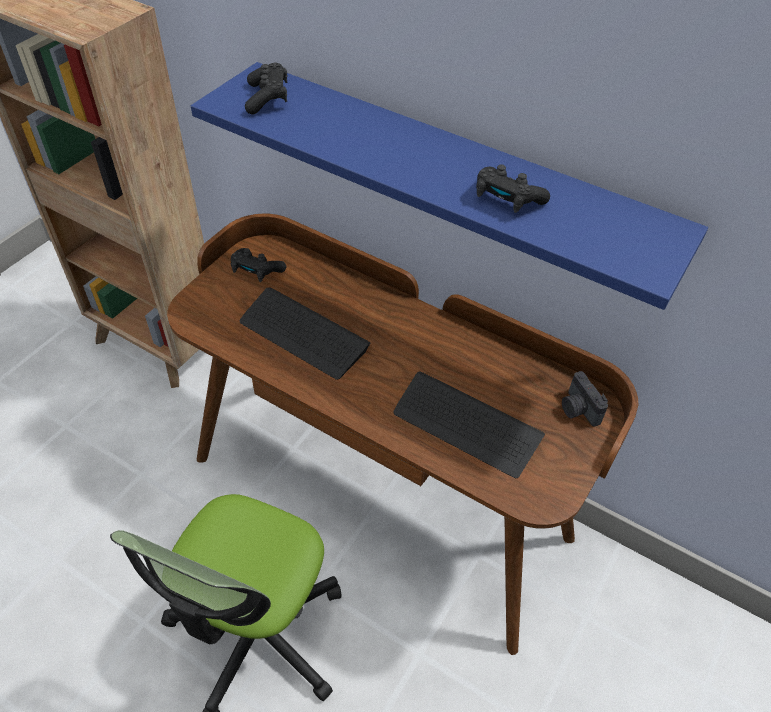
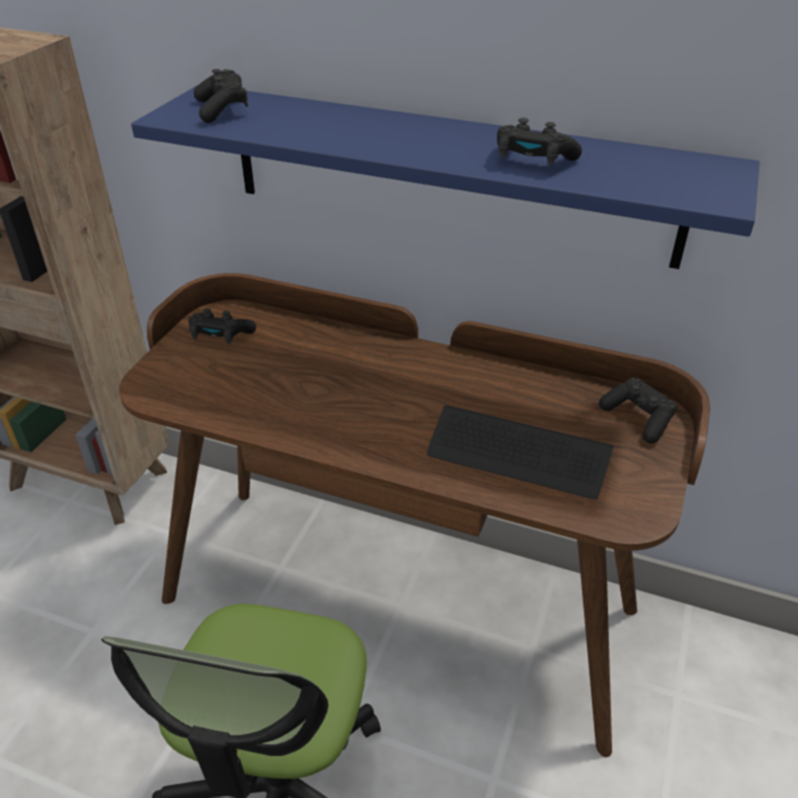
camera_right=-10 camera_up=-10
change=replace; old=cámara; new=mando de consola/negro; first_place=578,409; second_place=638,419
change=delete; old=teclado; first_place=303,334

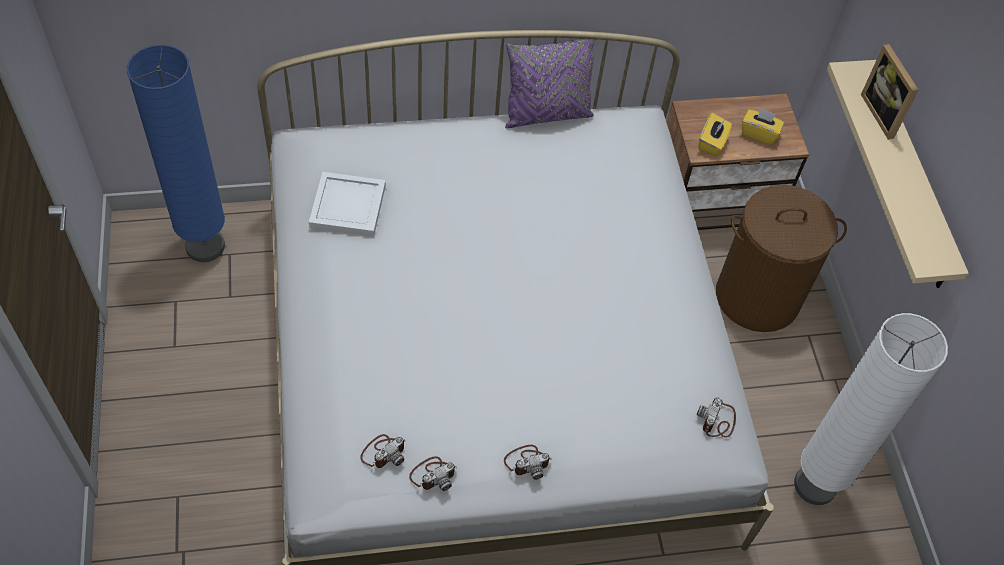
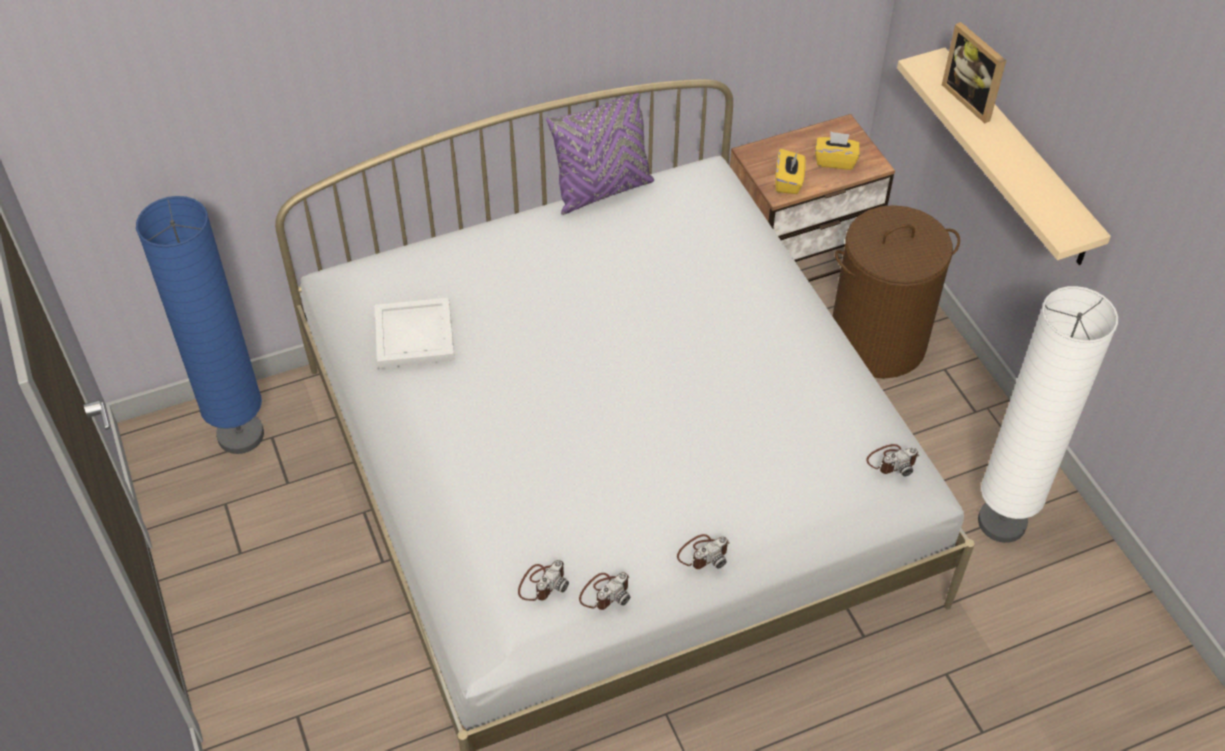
camera_right=-10 camera_up=-5
change=rotate; old=cámara; first_place=717,421; second_place=892,461; degrees=-120

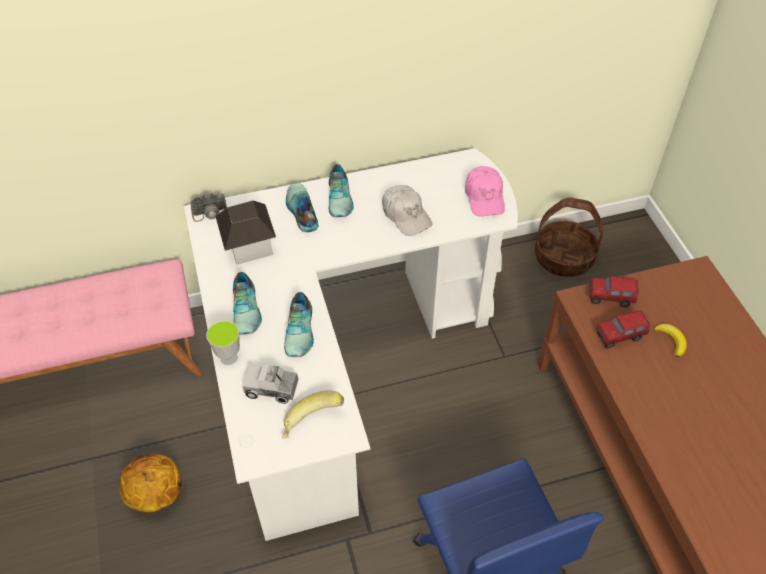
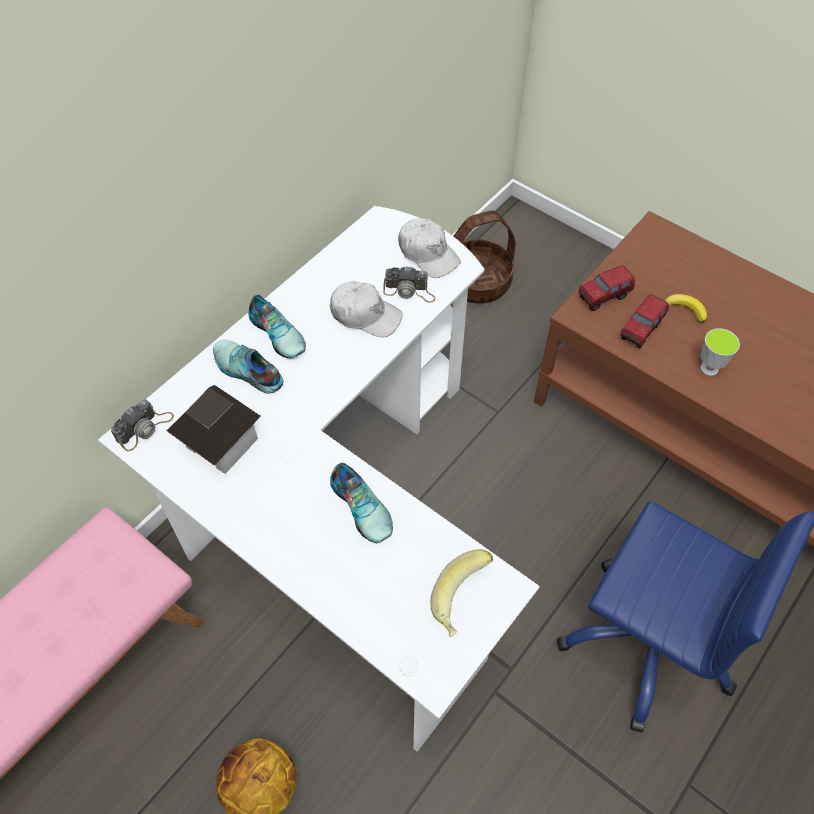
camera_right=-35 camera_up=5
change=insert; new=cámara; second_place=409,291
change=recolor; old=gorra/rosa; new=gorra/blanco; first_place=484,197; second_place=428,254
change=move; old=taza; first_place=229,357; second_place=709,368
change=delete; old=zapato; first_place=247,309
change=delete; old=camión de juguete; first_place=272,388

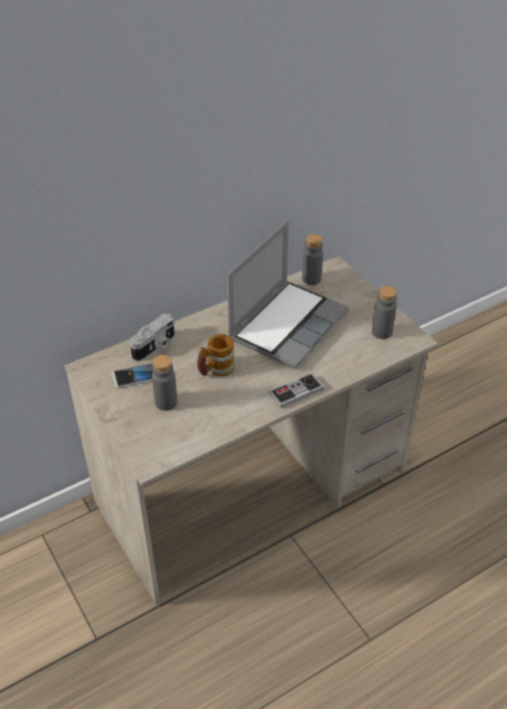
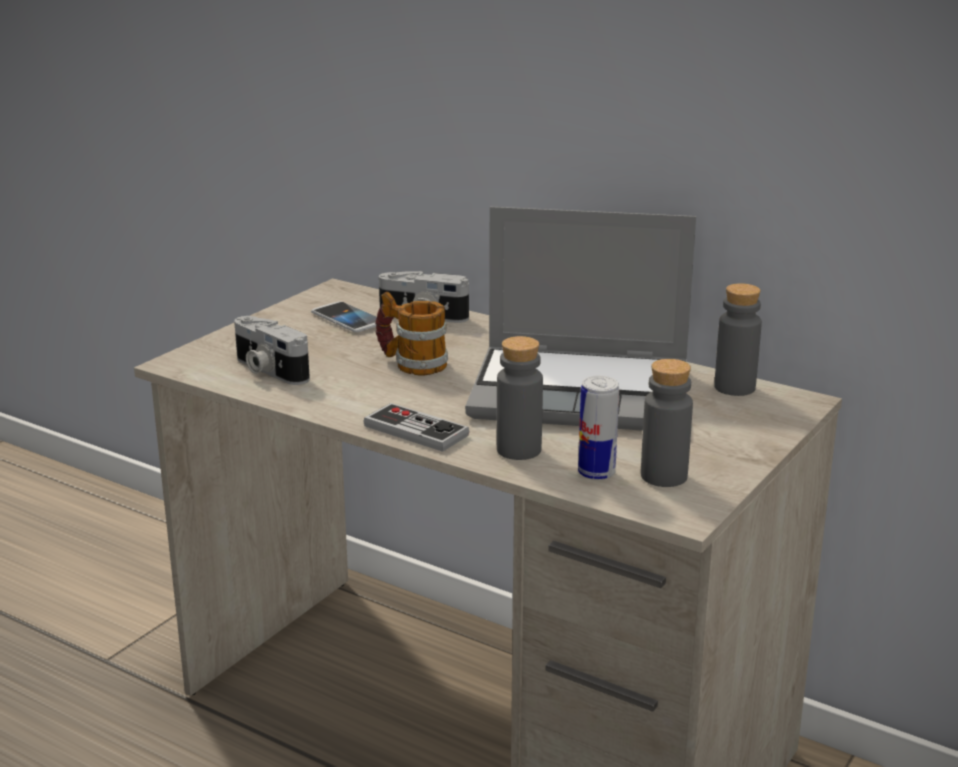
camera_right=65 camera_up=-20
change=insert; new=cámara; second_place=268,370
change=move; old=botella/gris; first_place=166,402; second_place=518,450
change=insert; new=lata; second_place=596,473

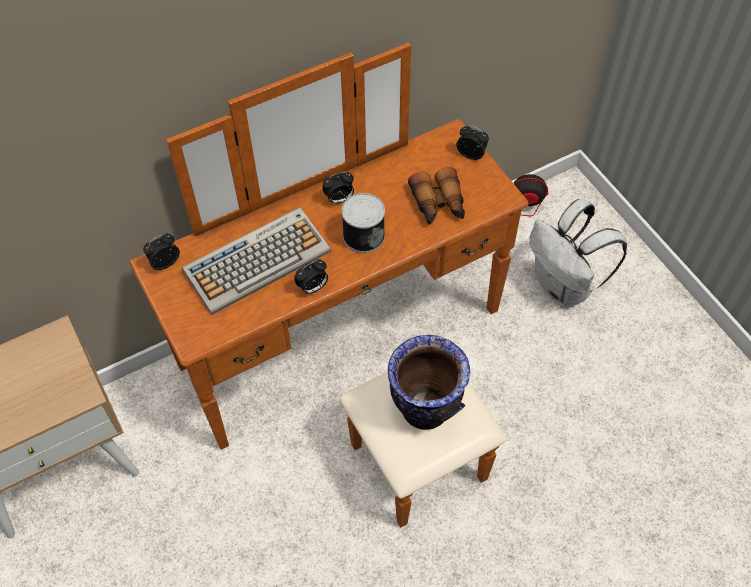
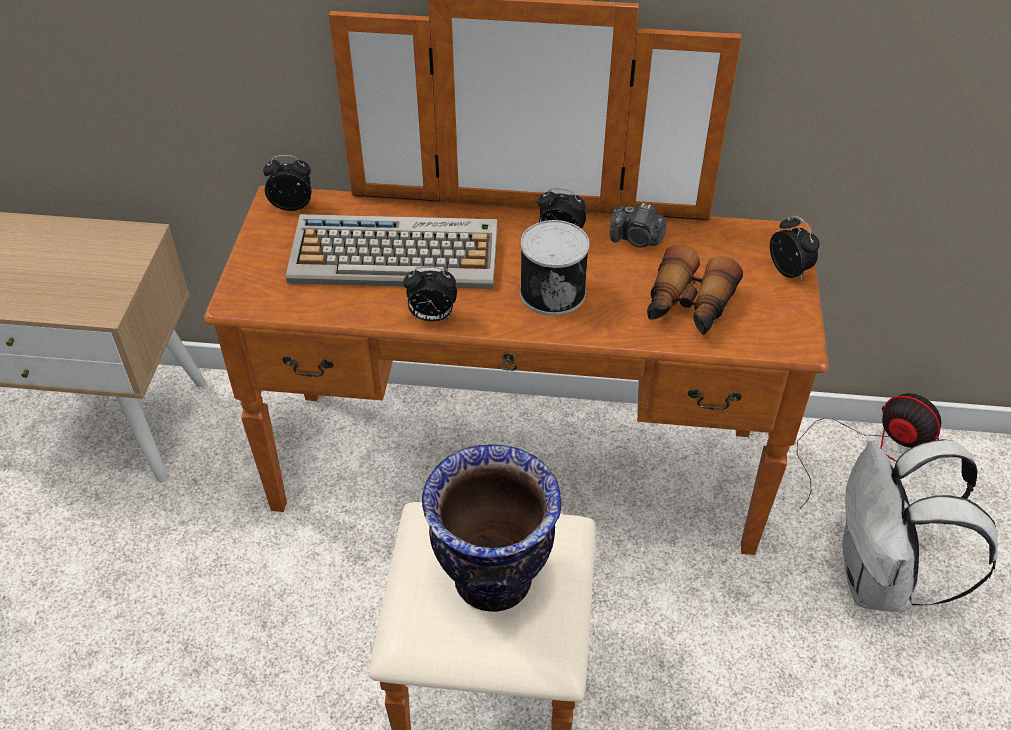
camera_right=35 camera_up=-10
change=insert; new=cámara; second_place=637,239

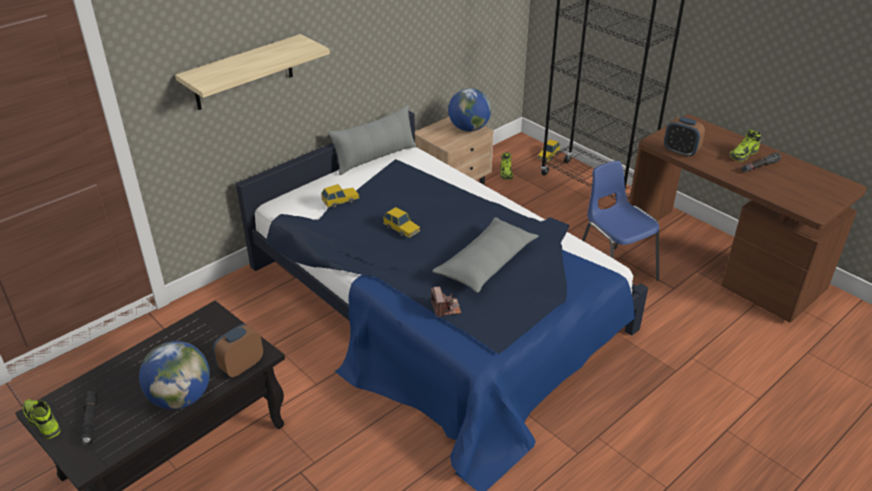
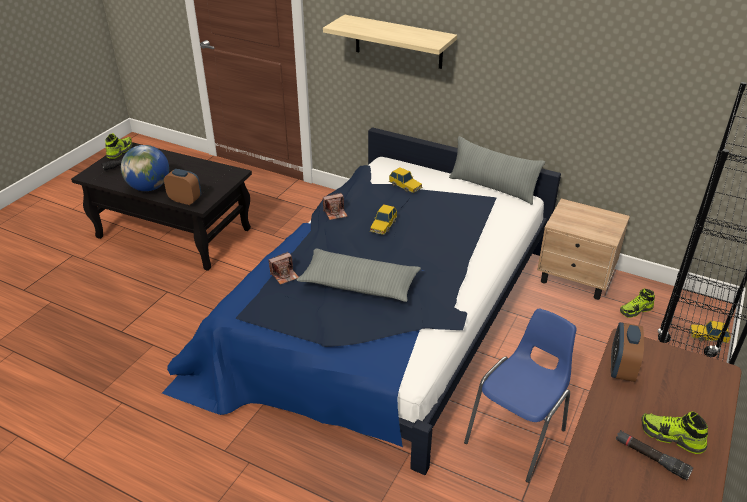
camera_right=70 camera_up=0
change=insert; new=cámara; second_place=335,213
change=delete; old=globo terráqueo; first_place=469,129

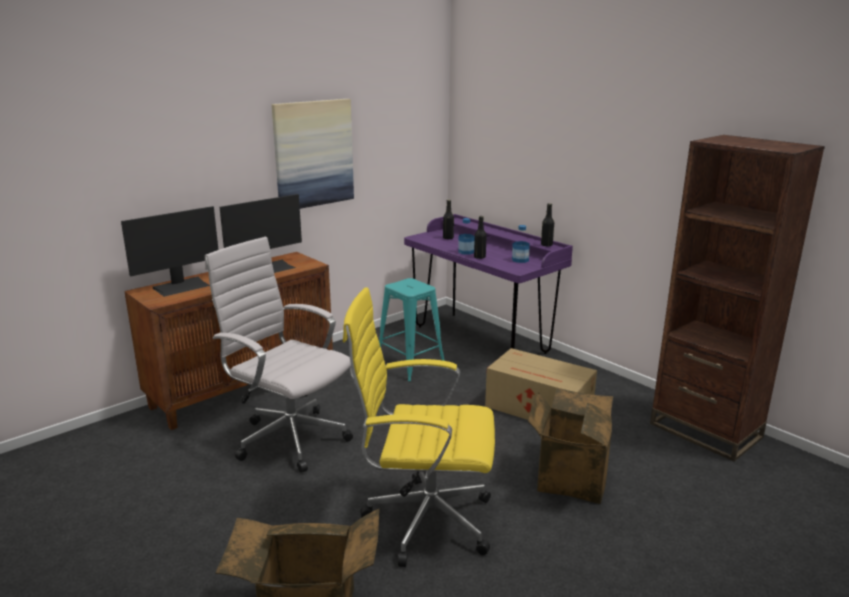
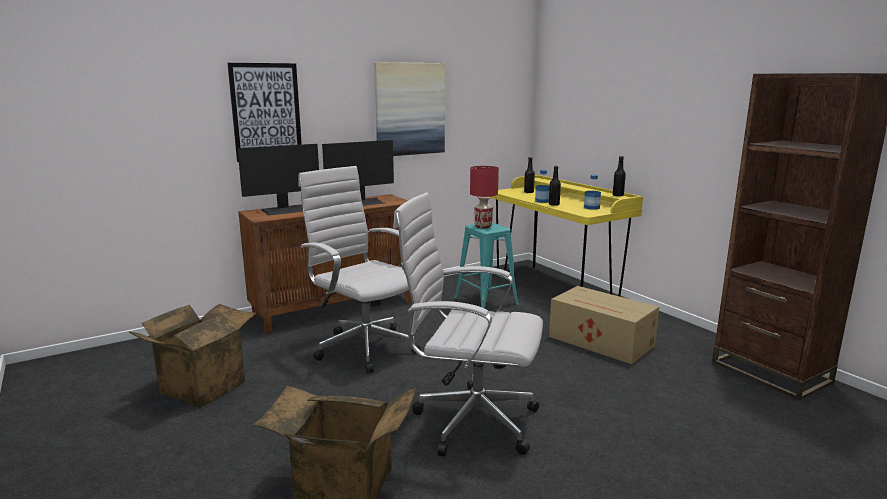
camera_right=10 camera_up=-5
change=move; old=caja de cartón; first_place=568,478; second_place=201,386
change=insert; new=cuadro; second_place=266,112
change=recolor; old=silla de oficina/amarillo; new=silla de oficina/blanco; first_place=422,521; second_place=469,421
change=insert; new=lámpara de mesa/rojo; second_place=483,226
change=recolor; old=escritorio/morado; new=escritorio/amarillo; first_place=480,339; second_place=555,286

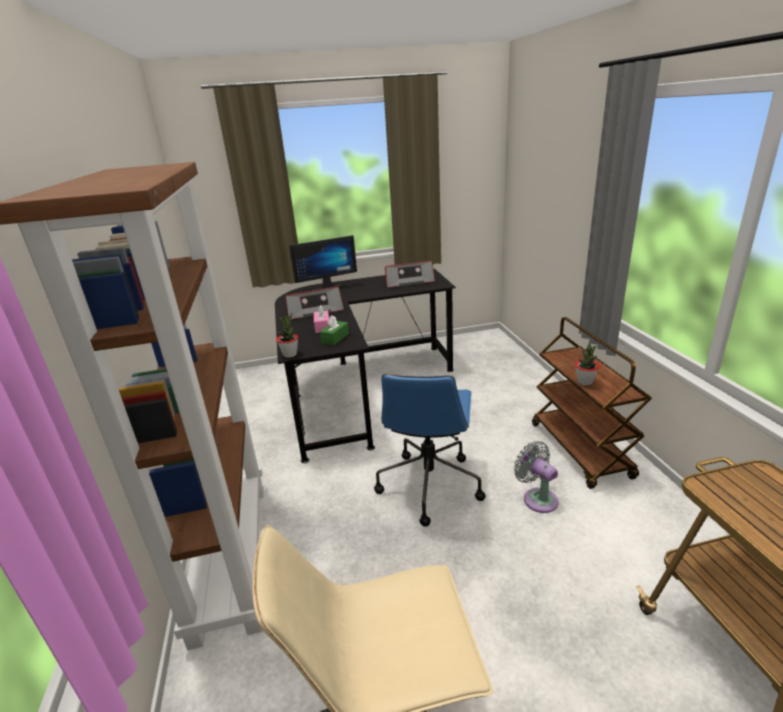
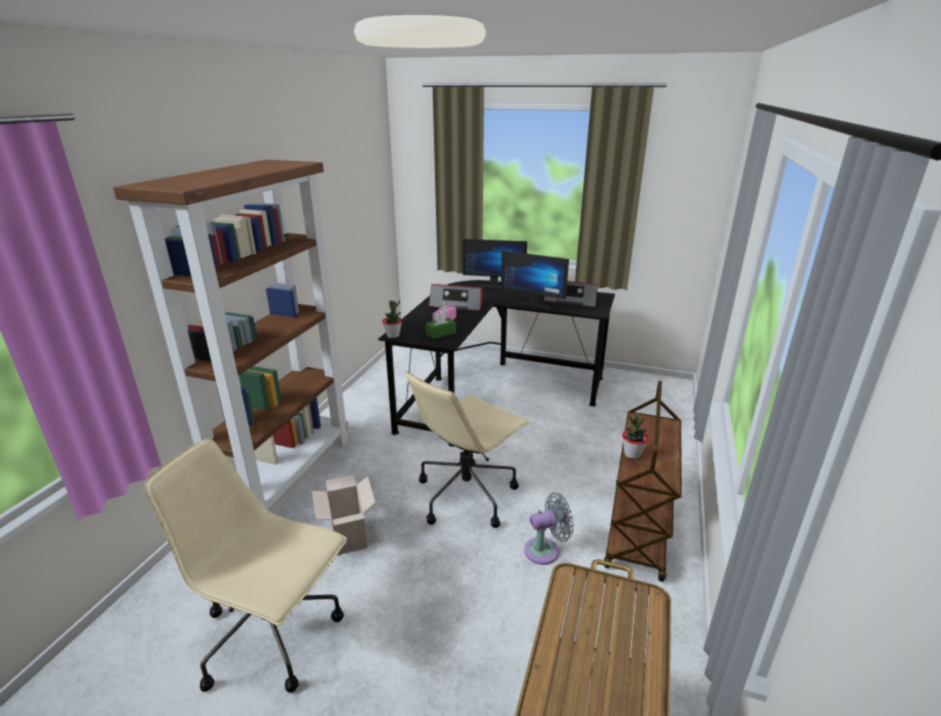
camera_right=30 camera_up=0
change=insert; new=caja de cartón; second_place=347,536
change=recolor; old=silla de oficina/azul; new=silla de oficina/beis; first_place=429,484; second_place=467,494
change=insert; new=monitor; second_place=534,304
change=rotate; old=ventilador/gris; first_place=537,498; second_place=545,550; degrees=75

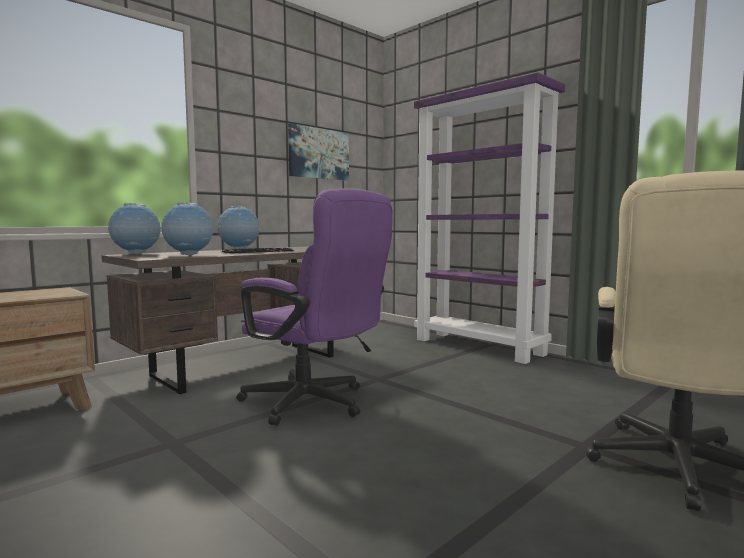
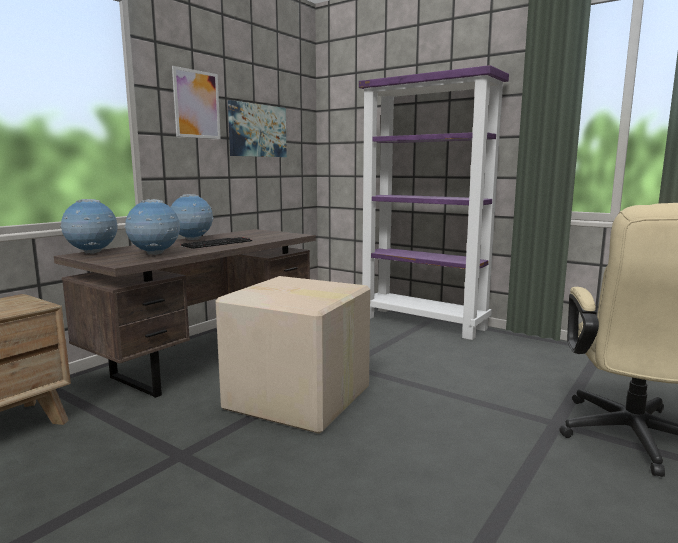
camera_right=-10 camera_up=5
change=insert; new=cuadro; second_place=197,104
change=replace; old=silla de oficina/morado; new=caja de cartón; first_place=314,404; second_place=298,399

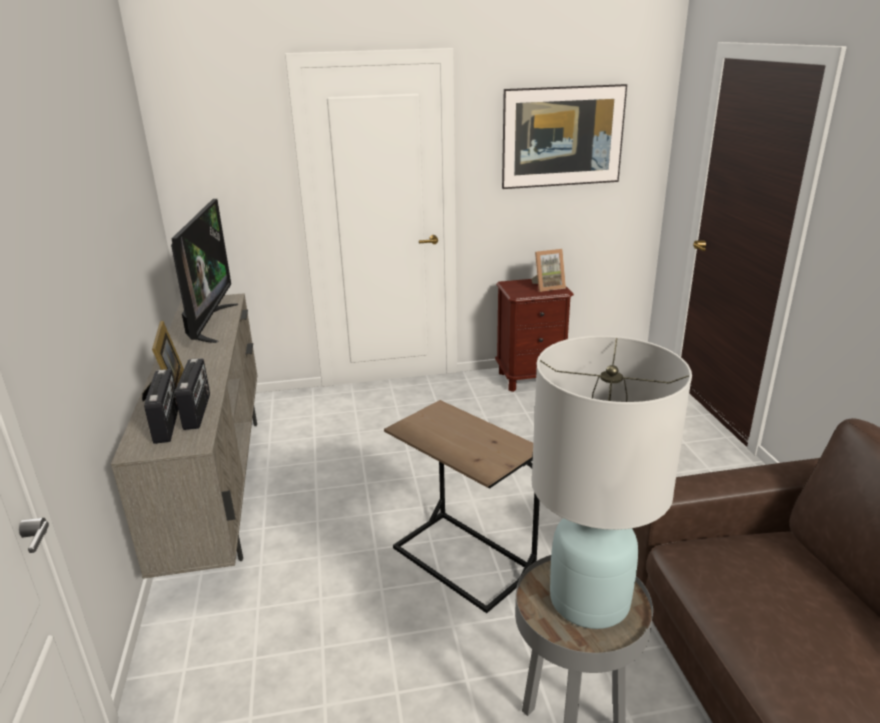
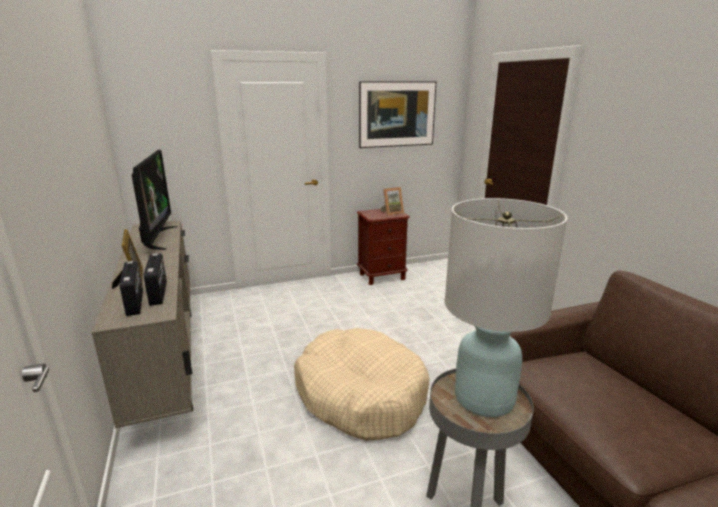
camera_right=-10 camera_up=-5
change=replace; old=mesa auxiliar/marrón; new=cama para perro/beis; first_place=463,559; second_place=360,395

